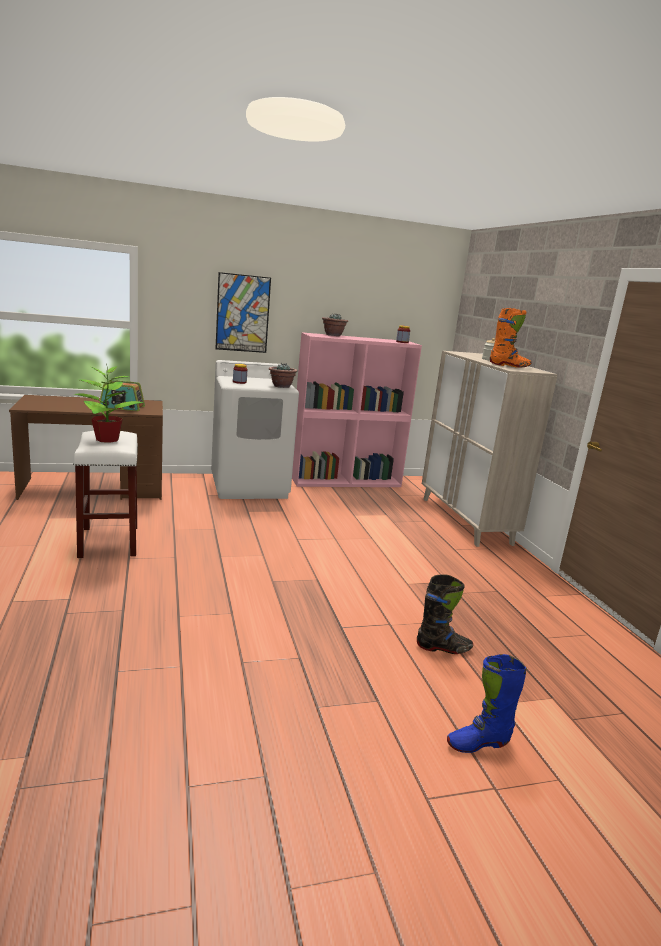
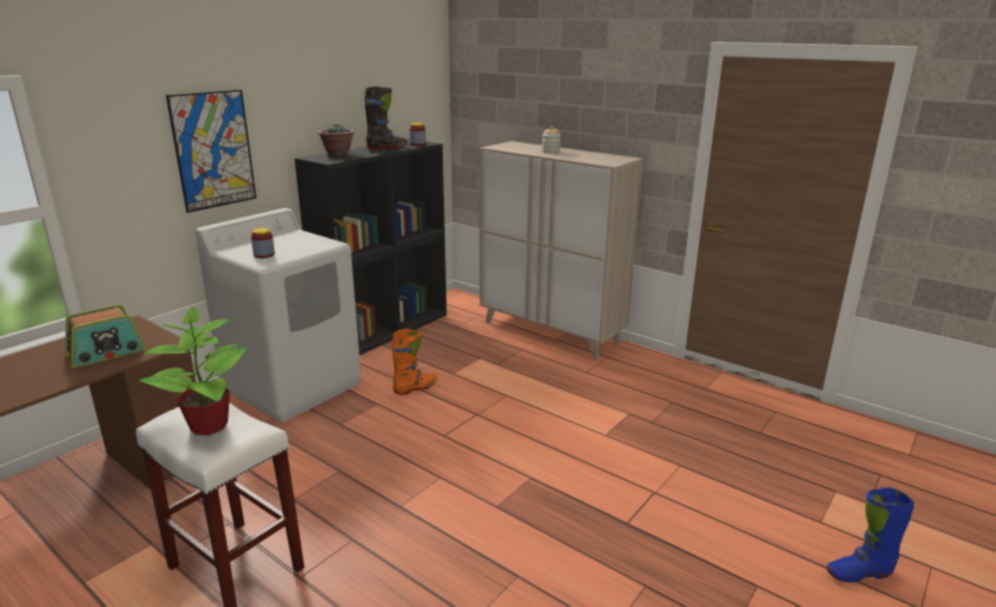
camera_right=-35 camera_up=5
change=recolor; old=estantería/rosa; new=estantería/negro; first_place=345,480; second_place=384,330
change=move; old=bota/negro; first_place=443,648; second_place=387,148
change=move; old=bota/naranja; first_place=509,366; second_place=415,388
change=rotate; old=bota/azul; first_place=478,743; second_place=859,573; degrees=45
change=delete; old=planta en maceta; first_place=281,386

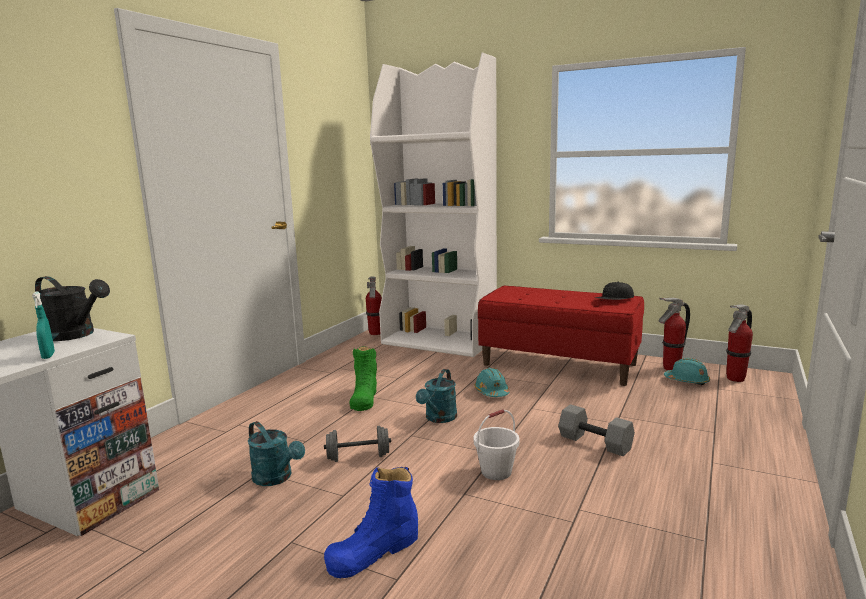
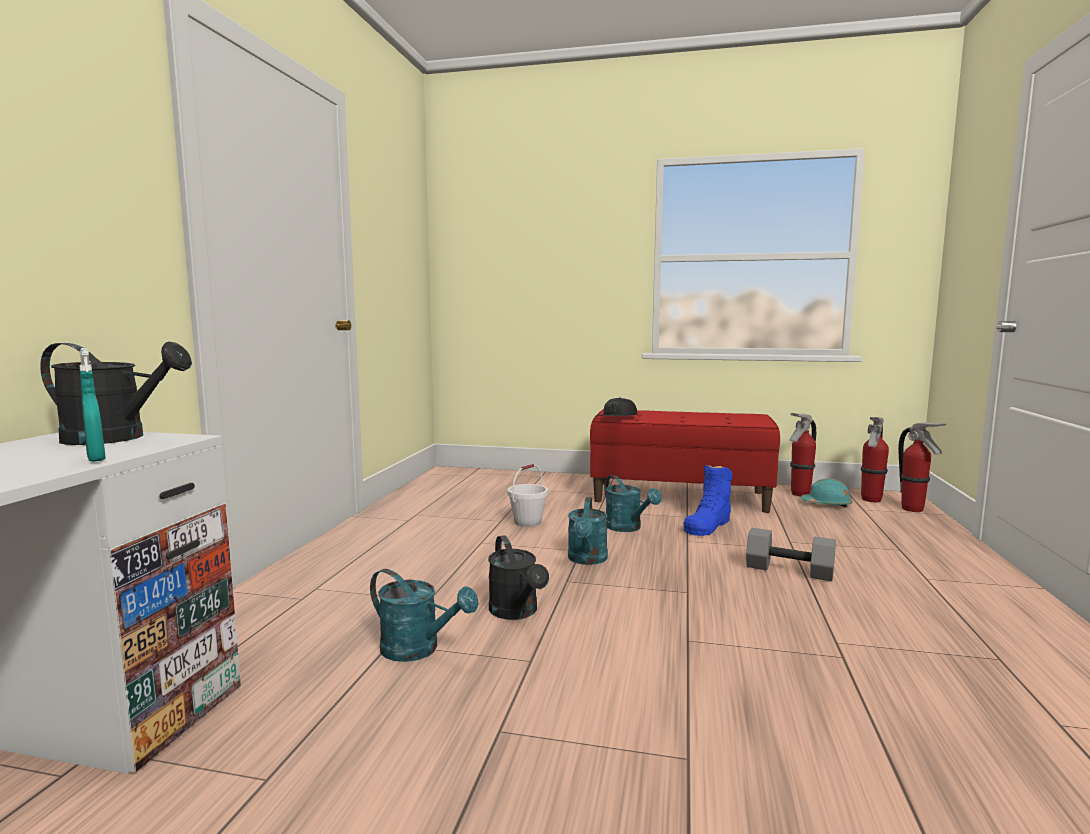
camera_right=-15 camera_up=-5
change=replace; old=mancuerna/gris; new=regadera/negro; first_place=358,457; second_place=517,612
change=move; old=cubo/blanco; first_place=496,471; second_place=527,522
change=move; old=gorra/negro; first_place=614,300; second_place=617,418
change=replace; old=casco/turquesa; new=regadera/turquesa; first_place=491,392; second_place=628,528
change=move; old=bota/azul; first_place=374,551; second_place=708,525
change=move; old=extintor; first_place=375,333; second_place=913,509
change=delete; old=bota/verde; first_place=364,398
change=delete; old=estantería/blanco; first_place=440,341

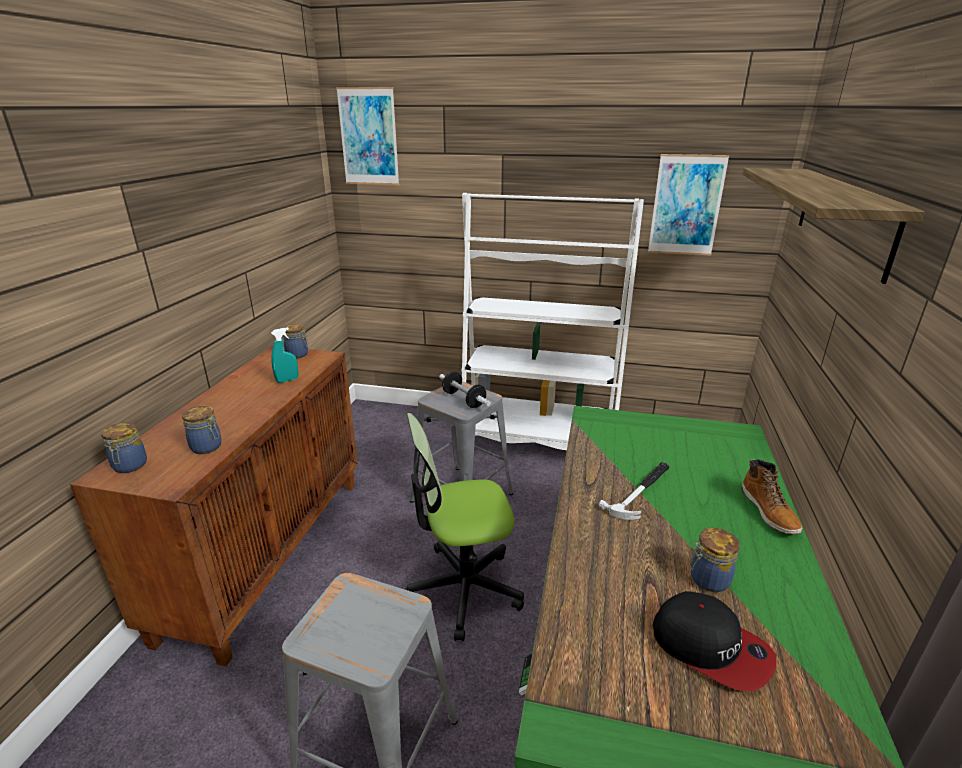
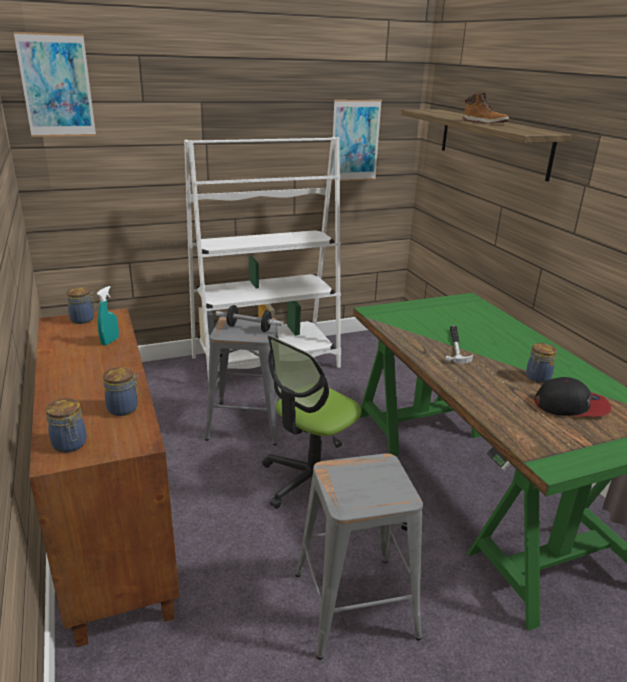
camera_right=-35 camera_up=0
change=move; old=bota; first_place=769,511; second_place=484,122

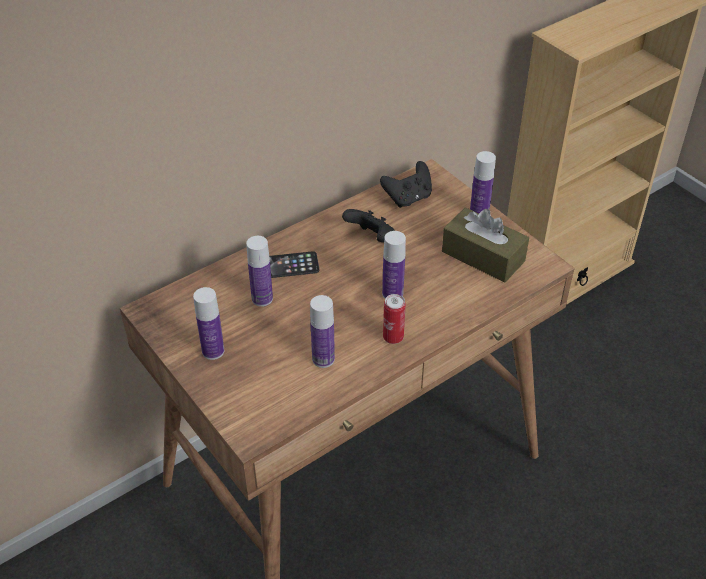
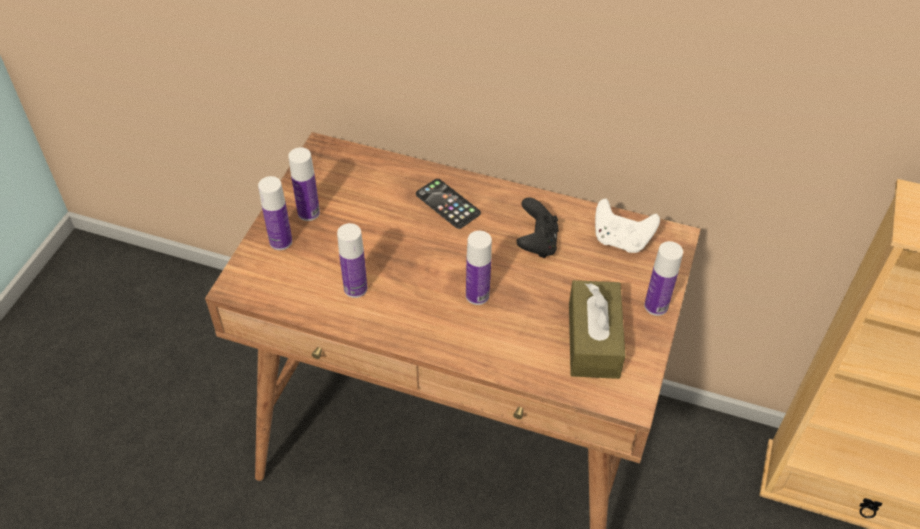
camera_right=55 camera_up=5
change=move; old=botella; first_place=262,299; second_place=281,241
change=recolor; old=mando de consola/negro; new=mando de consola/blanco; first_place=408,198; second_place=621,240
change=delete; old=lata; first_place=393,337

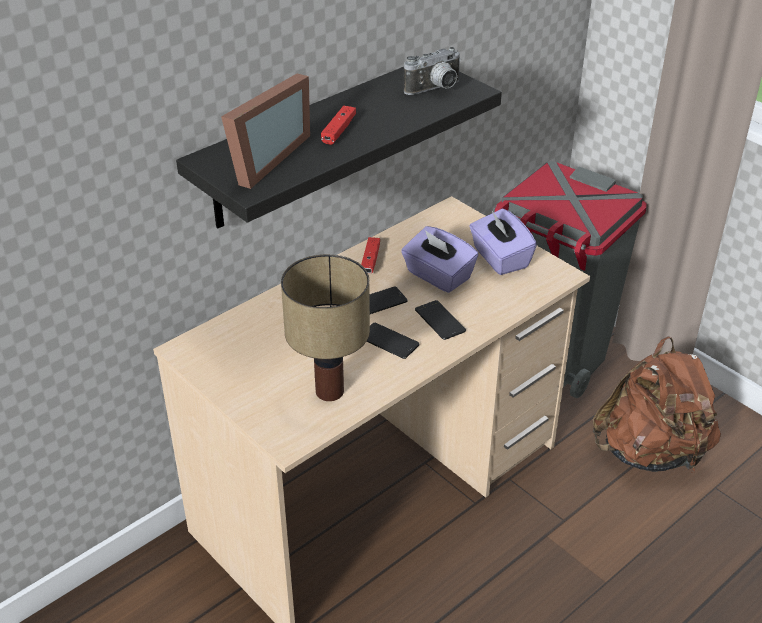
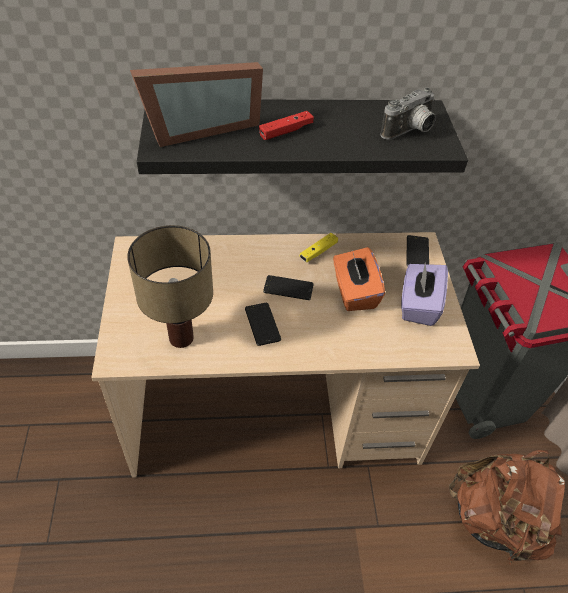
camera_right=35 camera_up=10
change=recolor; old=mando de consola/rojo; new=mando de consola/amarillo; first_place=370,261; second_place=318,252
change=recolor; old=caja de pañuelos/morado; new=caja de pañuelos/naranja; first_place=438,276; second_place=354,292
change=rotate; old=cámara; first_place=435,90; second_place=410,132; degrees=-45
change=move; old=móvil; first_place=440,320; second_place=417,252

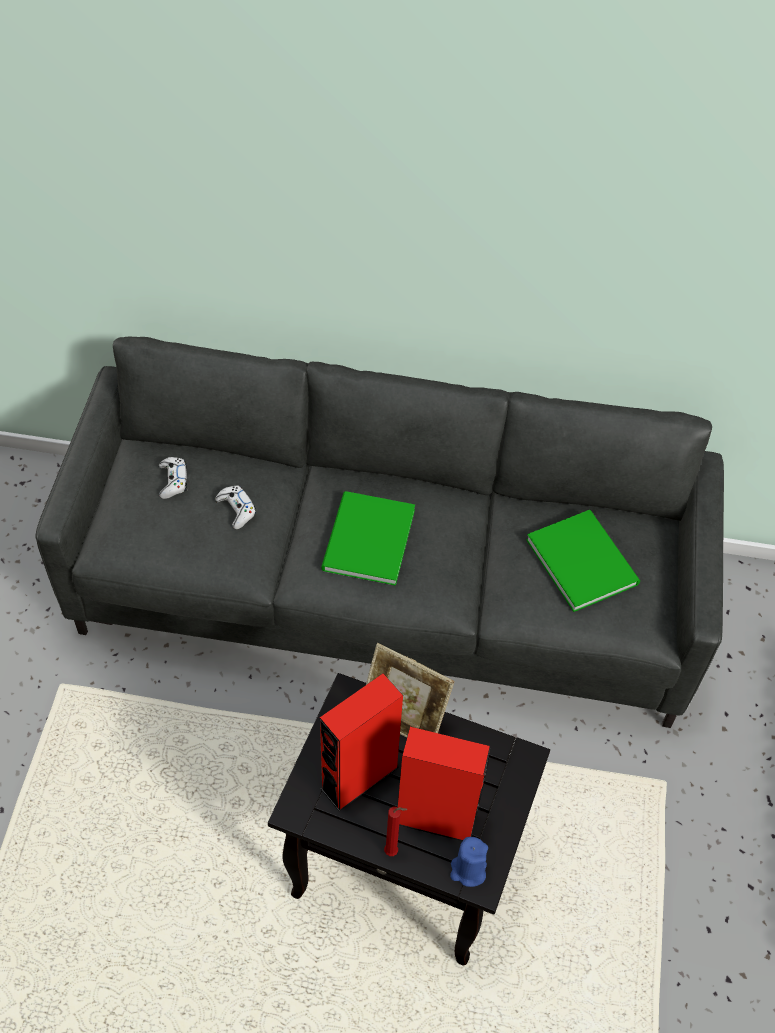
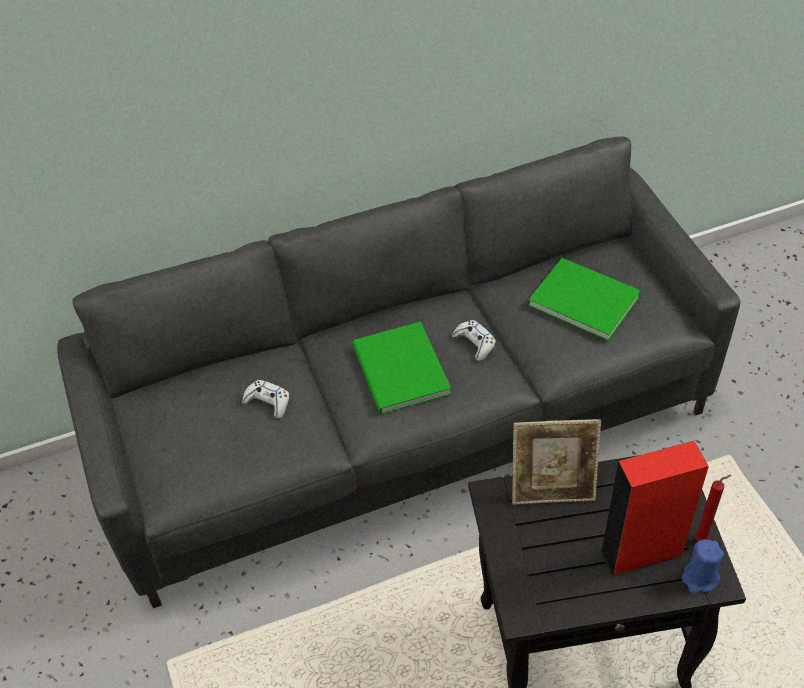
camera_right=-25 camera_up=-5
change=move; old=mando de consola/blanco; first_place=173,481; second_place=474,343
change=move; old=vela/rojo; first_place=393,852; second_place=703,539
change=delete; old=altavoz/rojo; first_place=359,778

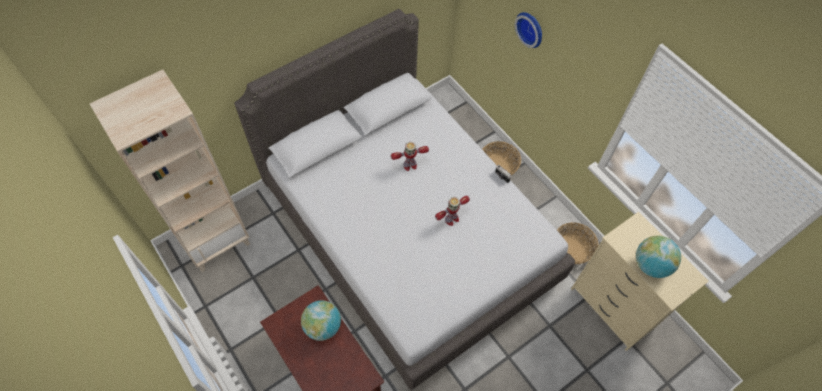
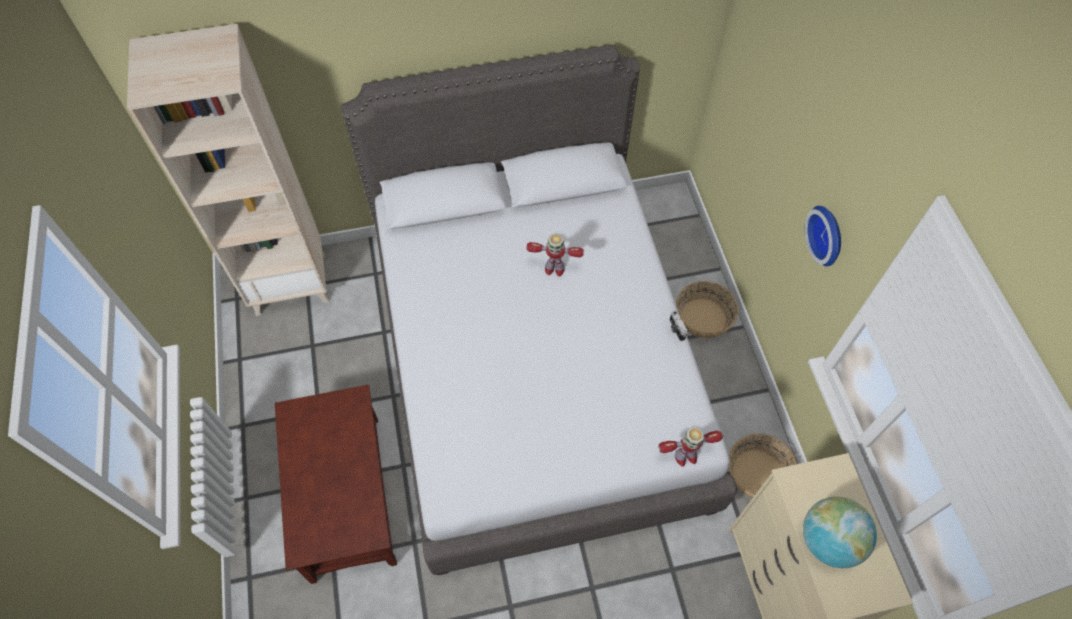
camera_right=25 camera_up=0
change=move; old=robot de juguete; first_place=451,219; second_place=685,456
change=move; old=reloj de pared; first_place=531,28; second_place=828,235
change=delete; old=globo terráqueo; first_place=323,326

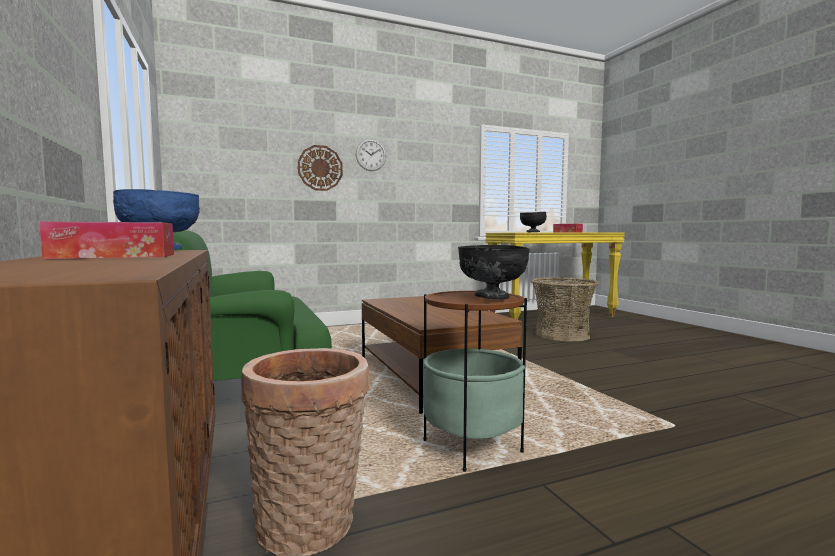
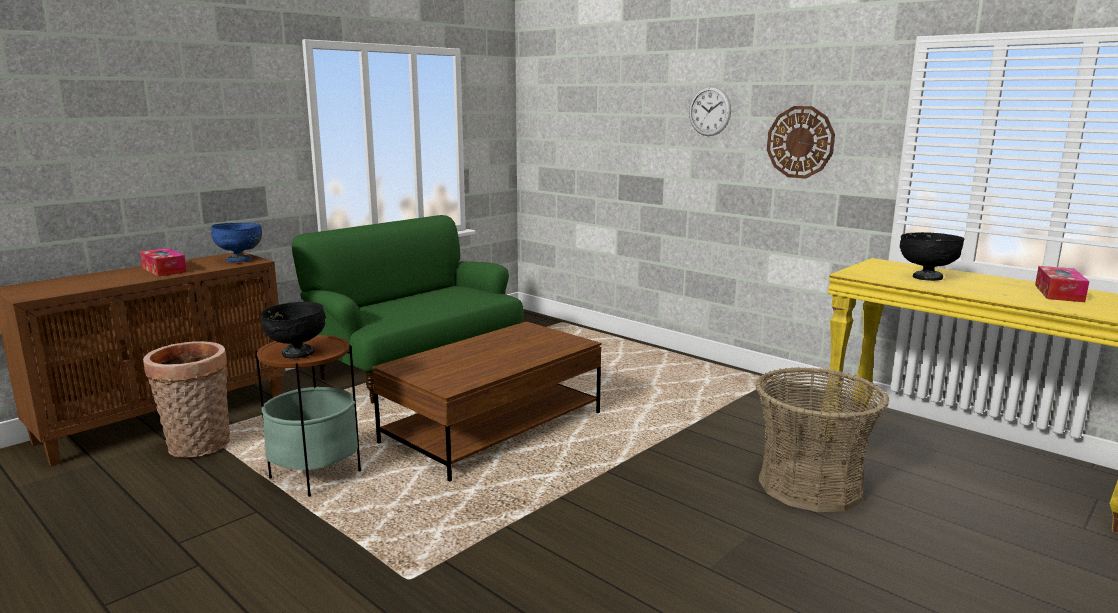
camera_right=65 camera_up=10
change=move; old=reloj de pared; first_place=320,168; second_place=800,142

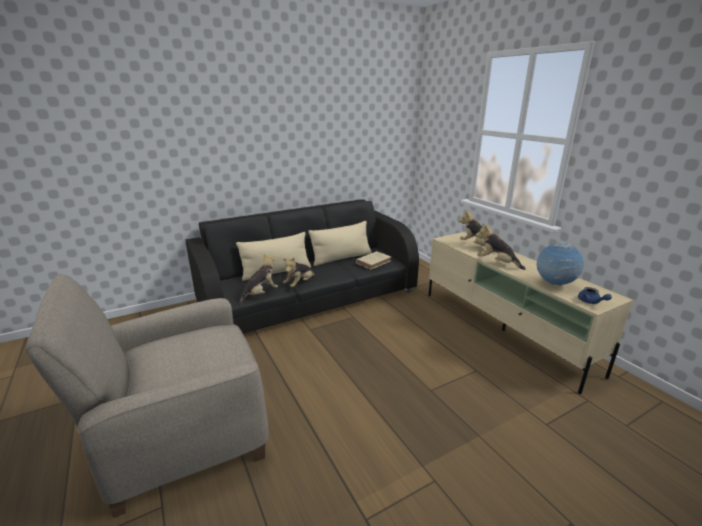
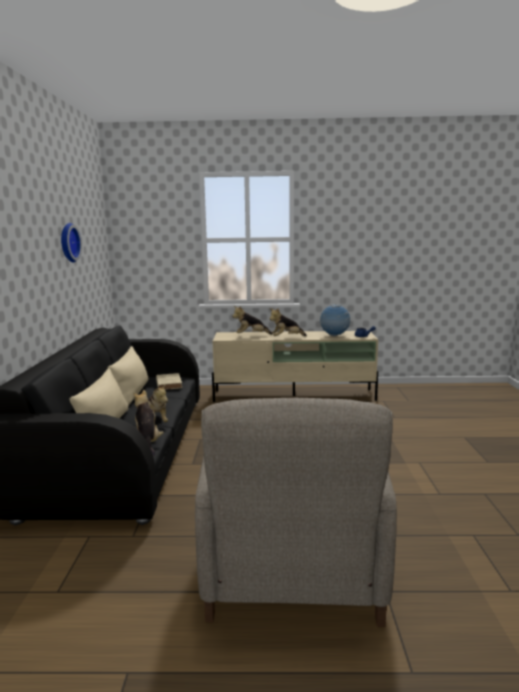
camera_right=-60 camera_up=-10
change=insert; new=reloj de pared; second_place=68,242

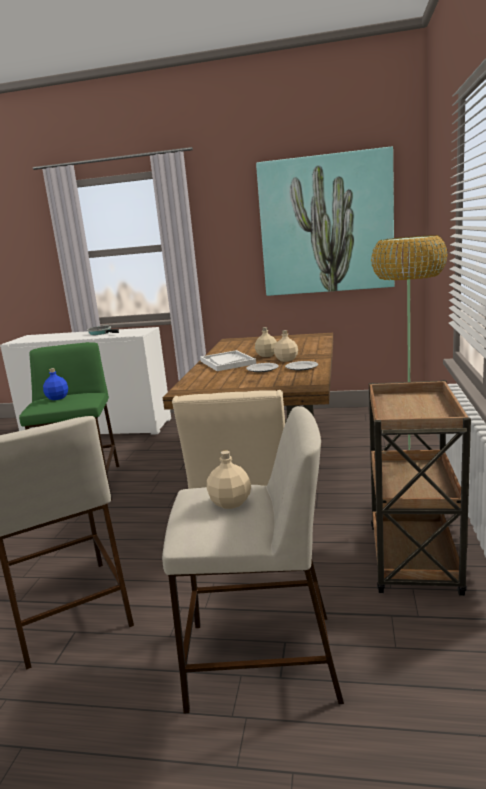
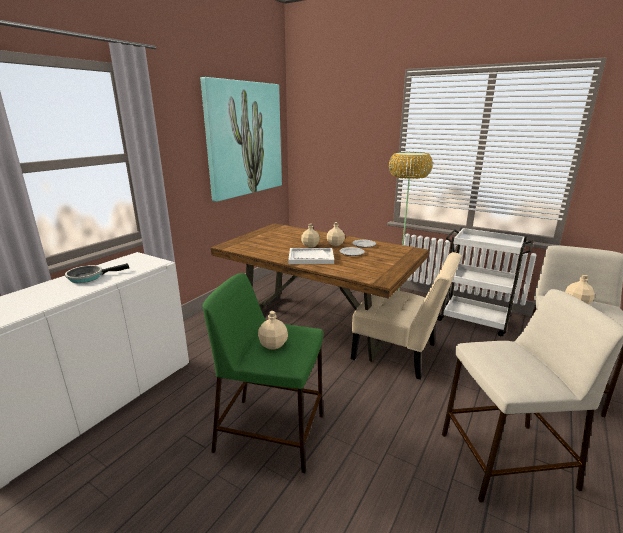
camera_right=-70 camera_up=5
change=recolor; old=botella/azul; new=botella/beis; first_place=57,398; second_place=273,344
change=recolor; old=carrito/marrón; new=carrito/blanco; first_place=414,561; second_place=475,320

